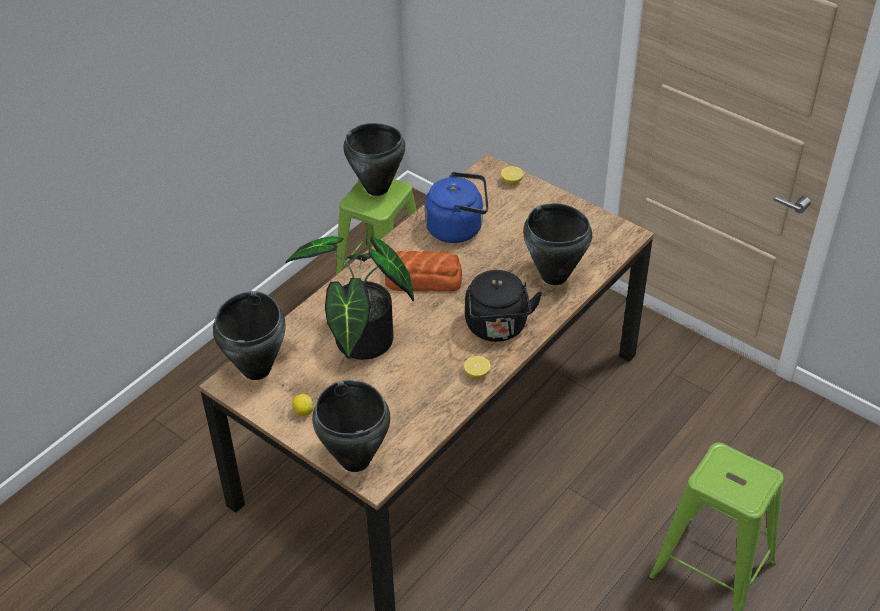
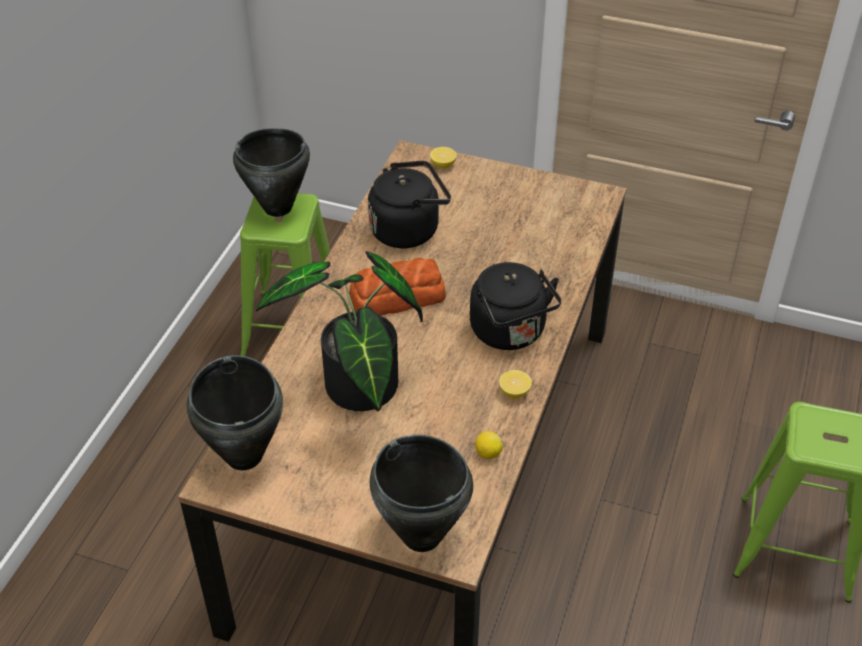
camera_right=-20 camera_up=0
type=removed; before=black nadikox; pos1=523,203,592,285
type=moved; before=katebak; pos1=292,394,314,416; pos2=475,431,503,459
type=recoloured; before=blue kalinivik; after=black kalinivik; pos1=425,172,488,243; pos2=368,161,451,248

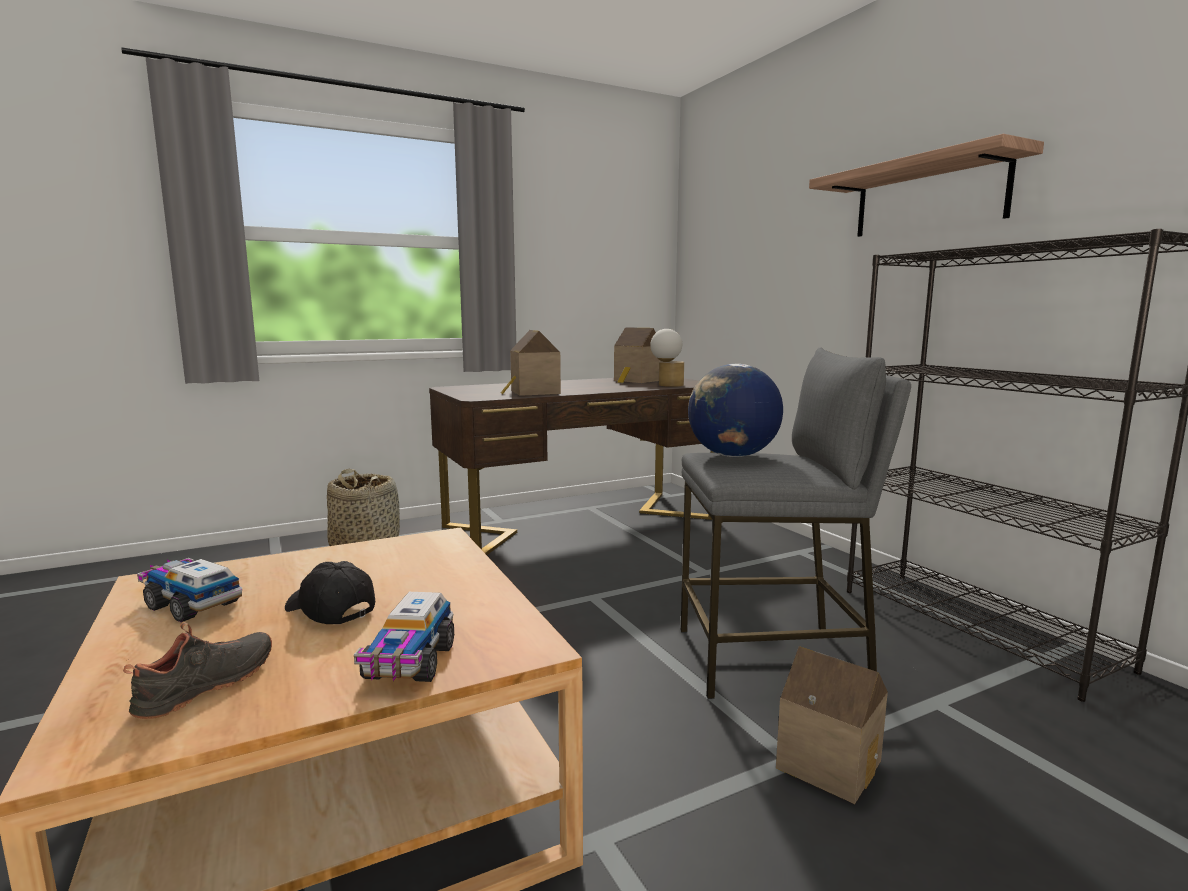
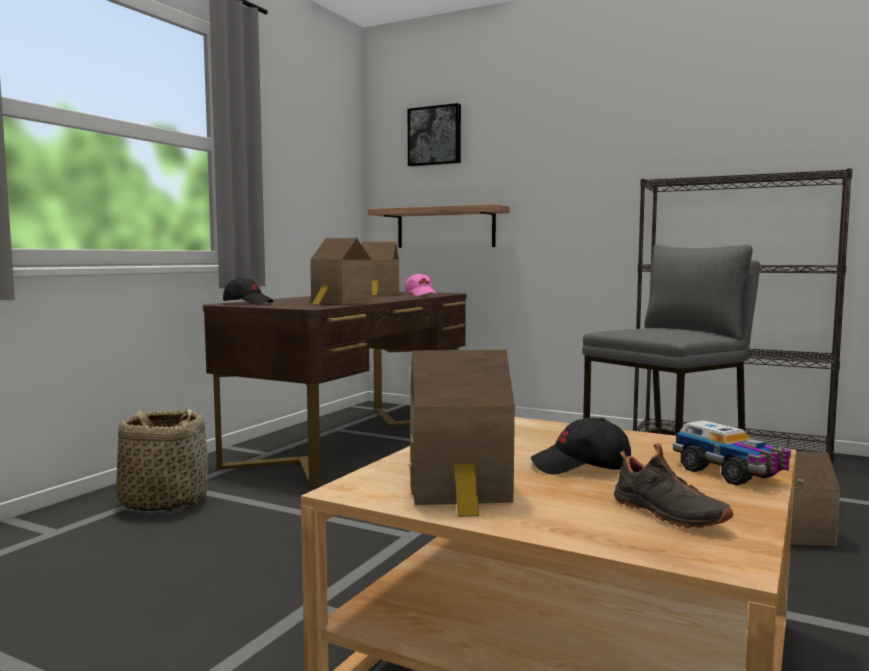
camera_right=-35 camera_up=-5
type=removed; before=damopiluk; pos1=688,364,783,457
type=added; after=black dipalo; pos2=223,277,274,305
type=added; after=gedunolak; pos2=408,103,461,167
type=moved; before=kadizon; pos1=809,134,1044,237; pos2=368,204,510,248
type=replaced; before=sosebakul; after=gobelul; pos1=137,558,242,622; pos2=409,350,515,517
type=replaced; before=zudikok; after=pink dipalo; pos1=650,329,684,387; pos2=405,273,438,296
type=turned; before=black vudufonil; pos1=123,622,272,719; pos2=614,443,733,528; turn=150

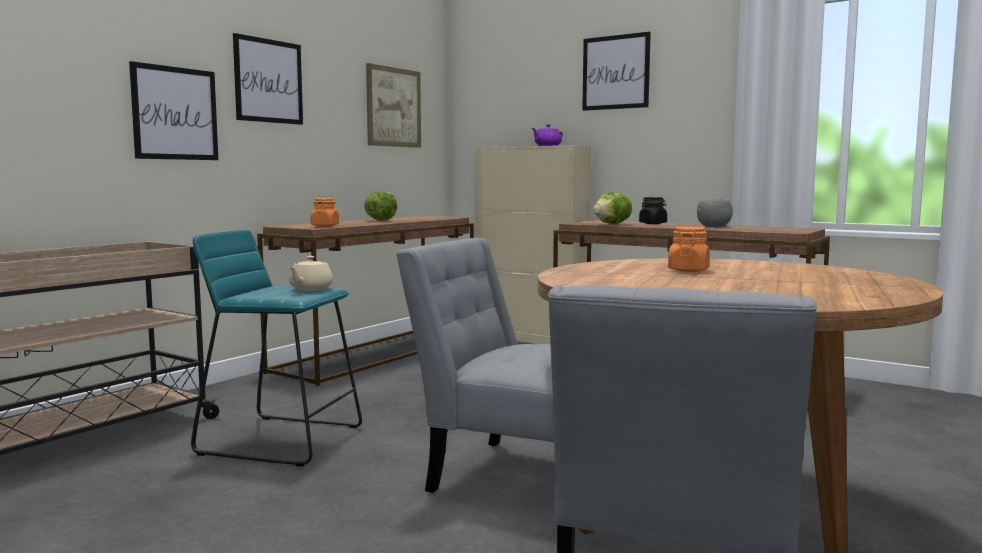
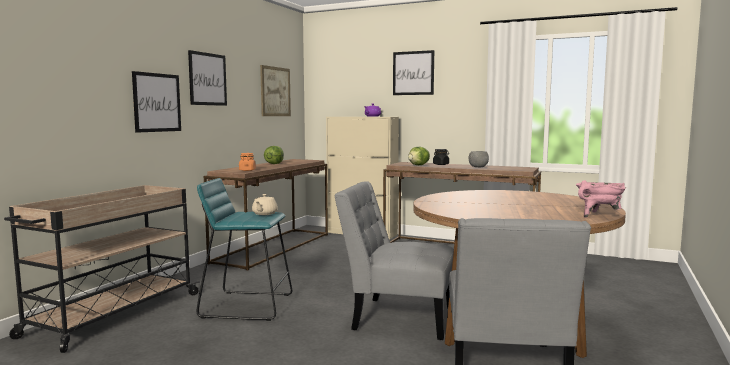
camera_right=-10 camera_up=0
type=removed; before=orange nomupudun; pos1=668,227,710,272
type=added; after=pink nadikox; pos2=576,180,626,218

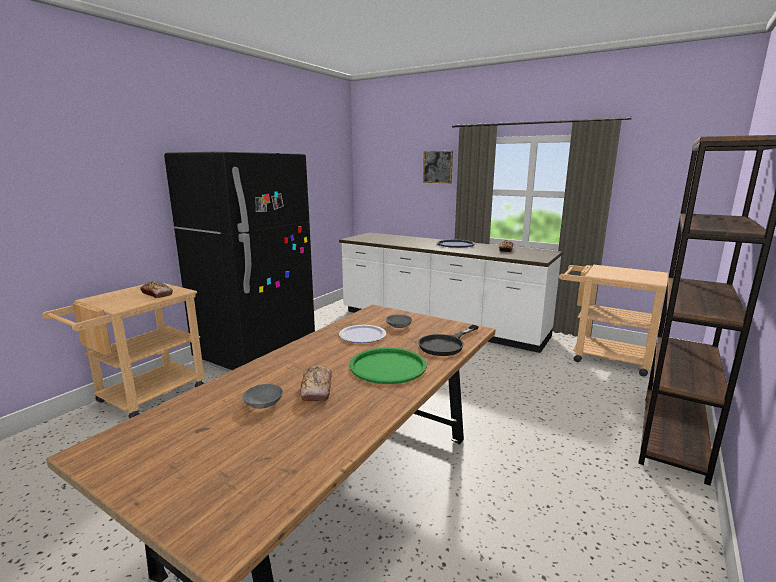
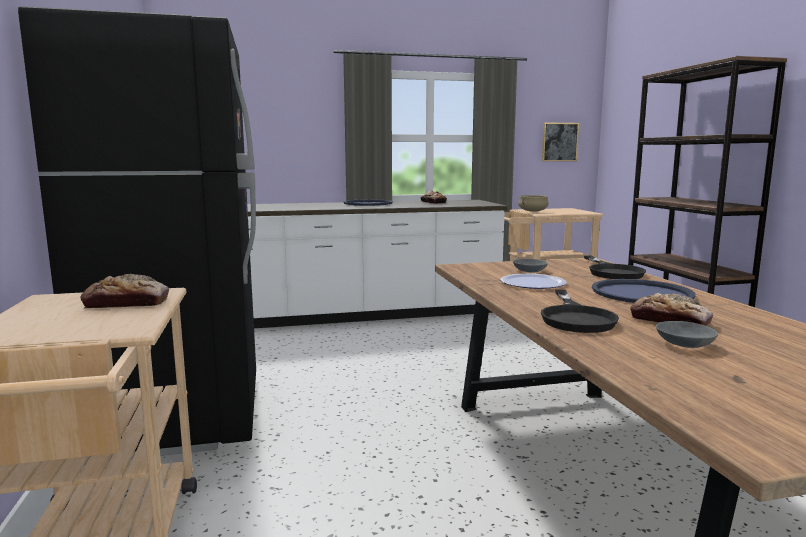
camera_right=-45 camera_up=-5
type=added; after=beige nadikox; pos2=518,195,549,212
type=added; after=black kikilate; pos2=541,289,619,333
type=moved; before=gedunolak; pos1=423,151,453,183; pos2=542,122,579,161
type=recoloured; before=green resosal; after=blue resosal; pos1=349,348,427,384; pos2=592,279,696,303

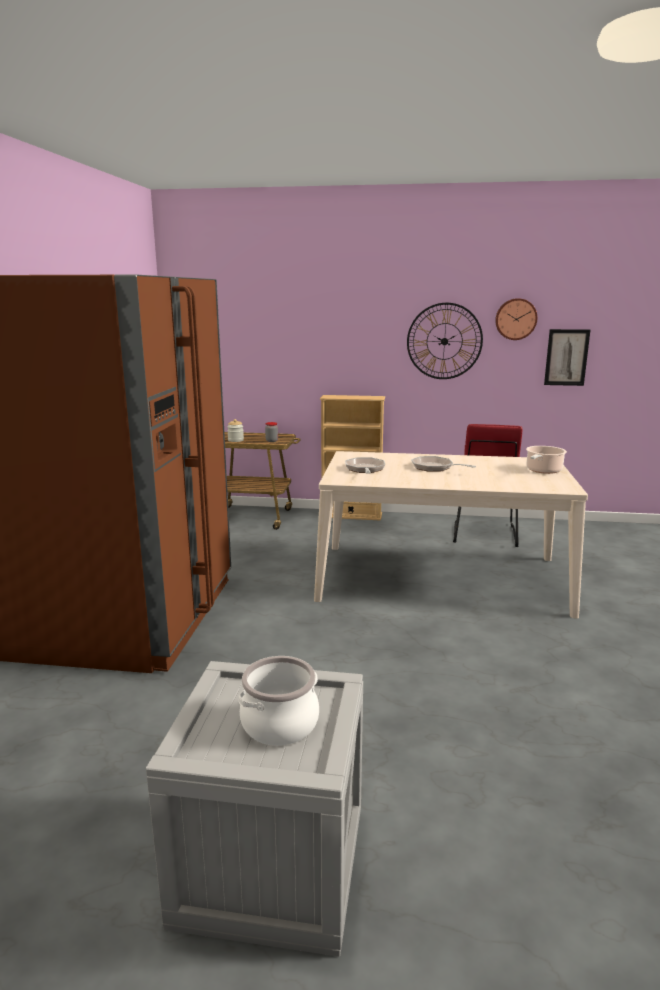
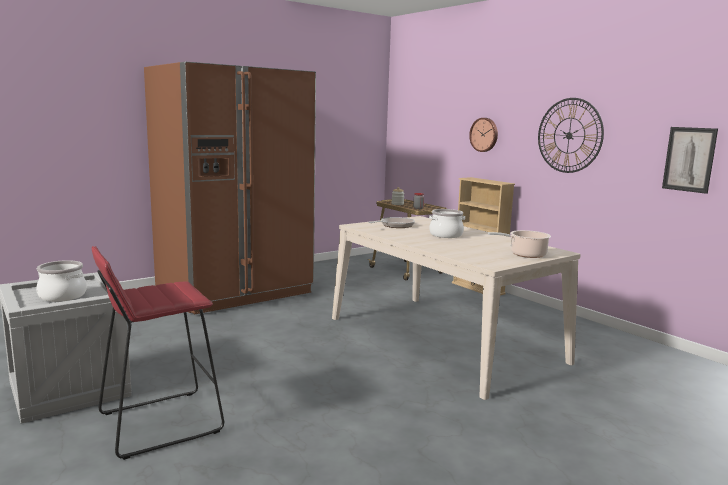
camera_right=45 camera_up=-5
type=moved; before=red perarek; pos1=453,424,522,547; pos2=92,246,224,460
type=moved; before=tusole; pos1=495,298,538,340; pos2=469,118,498,152
type=replaced; before=kikilate; after=nadikox; pos1=411,456,476,472; pos2=429,209,465,238

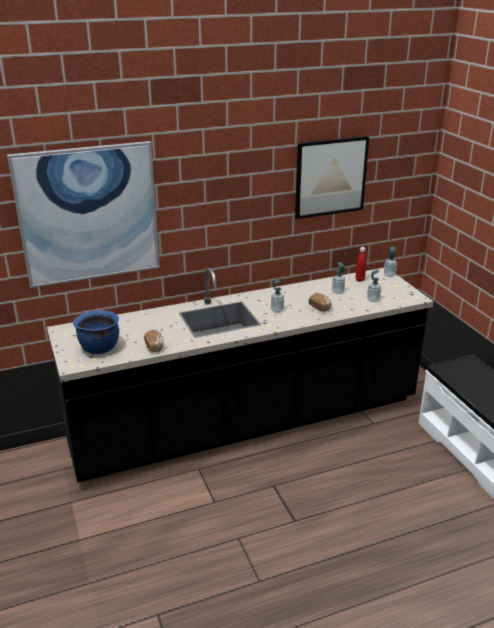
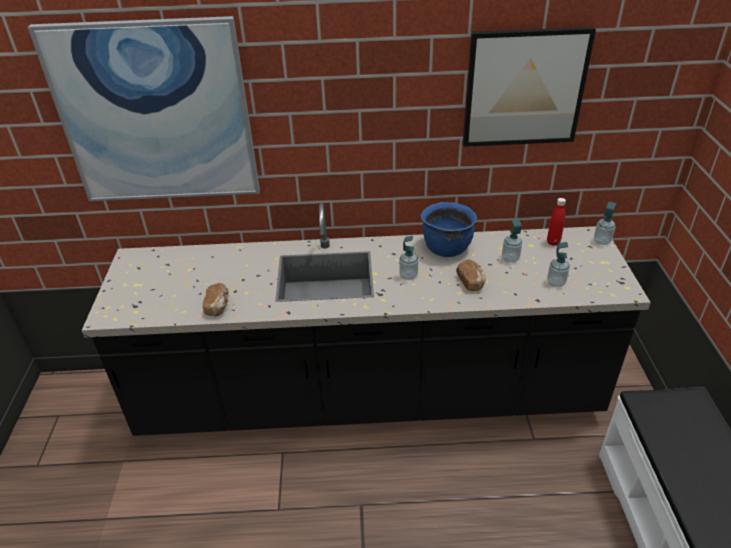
camera_right=20 camera_up=10
type=moved; before=blue nadikox; pos1=73,310,119,354; pos2=421,202,477,257

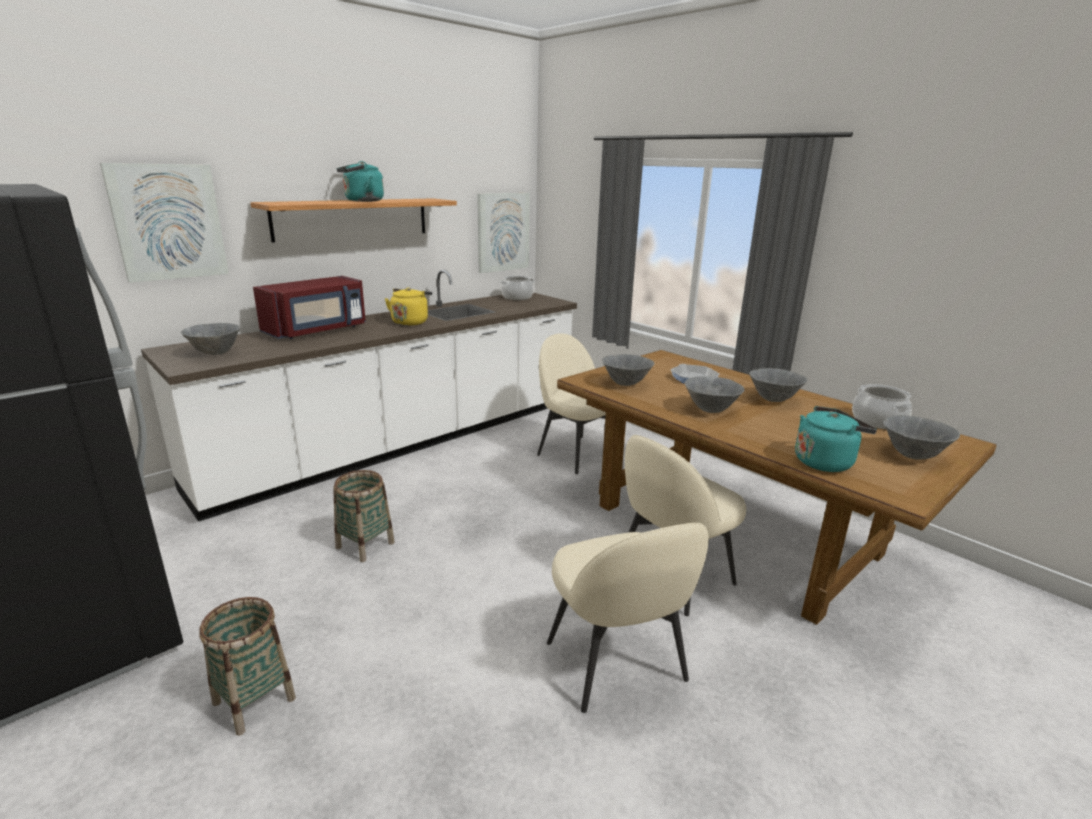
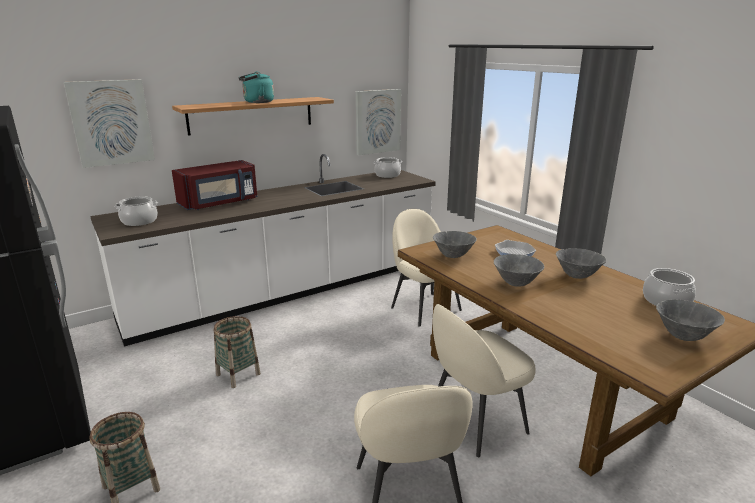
camera_right=10 camera_up=0
type=removed; before=yellow kalinivik; pos1=385,287,432,326
type=removed; before=turquoise kalinivik; pos1=795,406,877,472
type=replaced; before=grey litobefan; after=nadikox; pos1=181,323,240,355; pos2=115,196,158,226

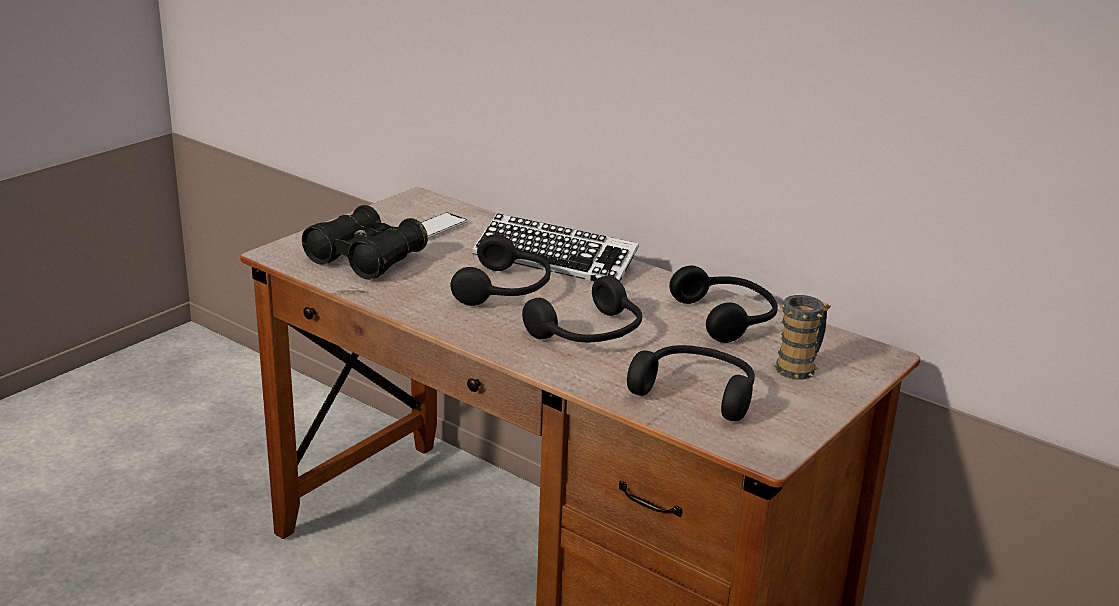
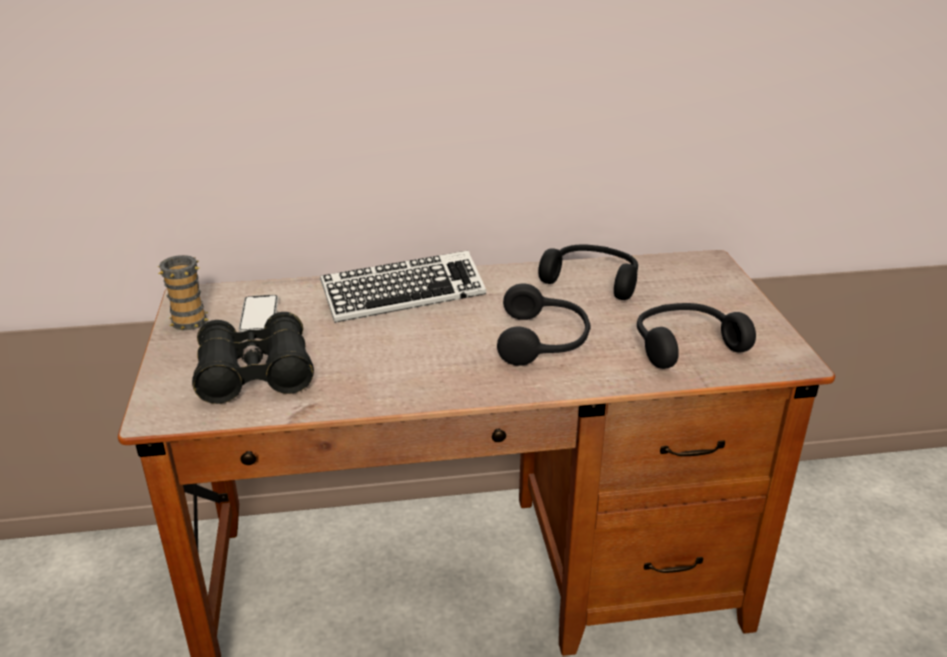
camera_right=-45 camera_up=5
type=removed; before=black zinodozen; pos1=450,234,551,306
type=moved; before=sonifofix; pos1=773,295,831,380; pos2=158,255,209,330

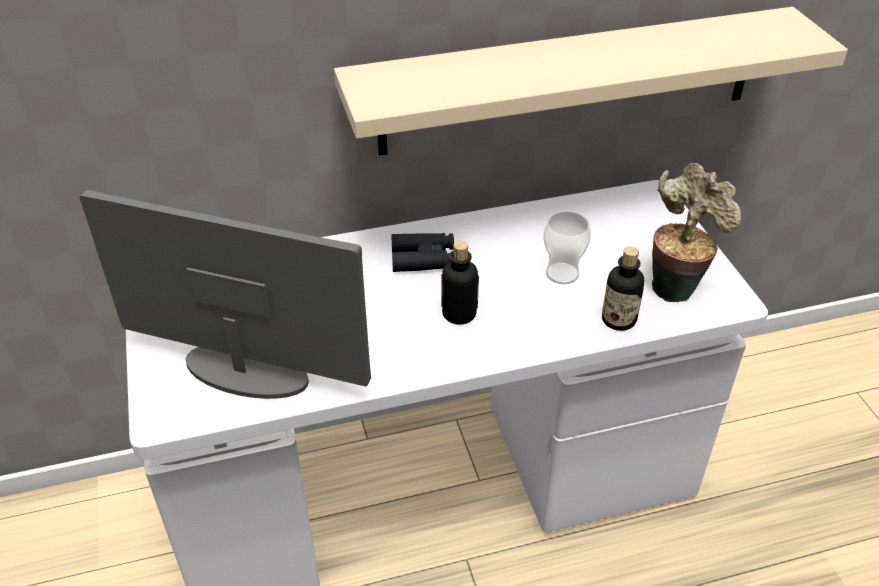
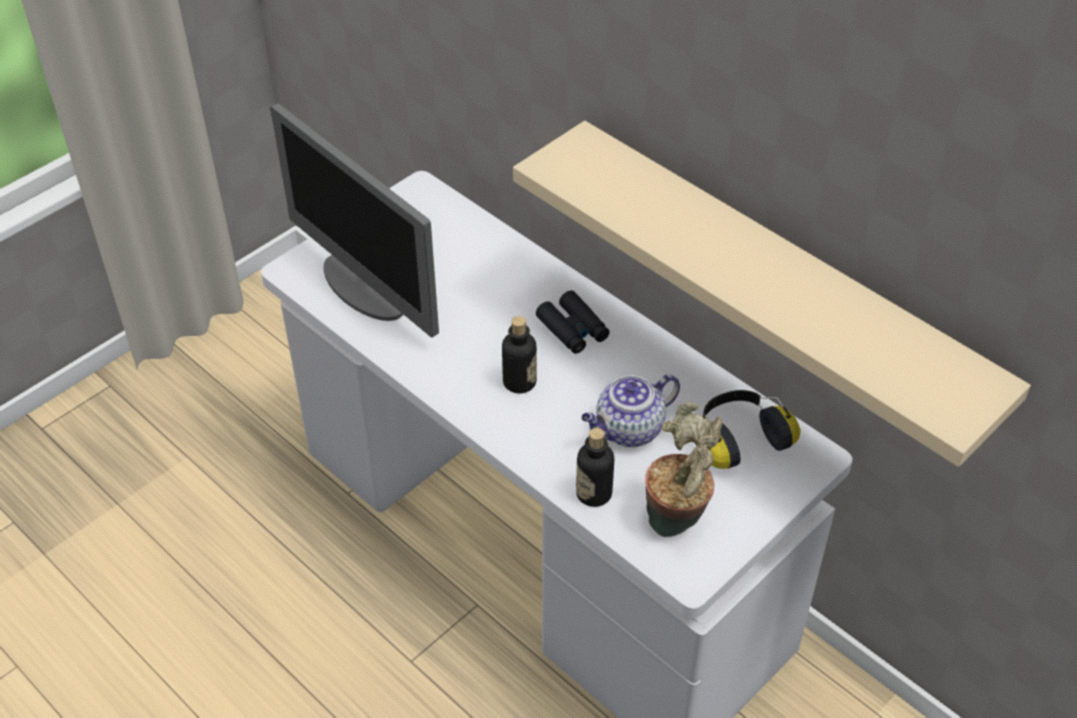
camera_right=60 camera_up=5
type=added; after=zinodozen; pos2=703,390,801,469
type=replaced; before=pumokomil; after=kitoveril; pos1=543,211,591,284; pos2=581,374,680,447
type=turned; before=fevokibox; pos1=80,190,371,399; pos2=270,103,439,338; turn=150

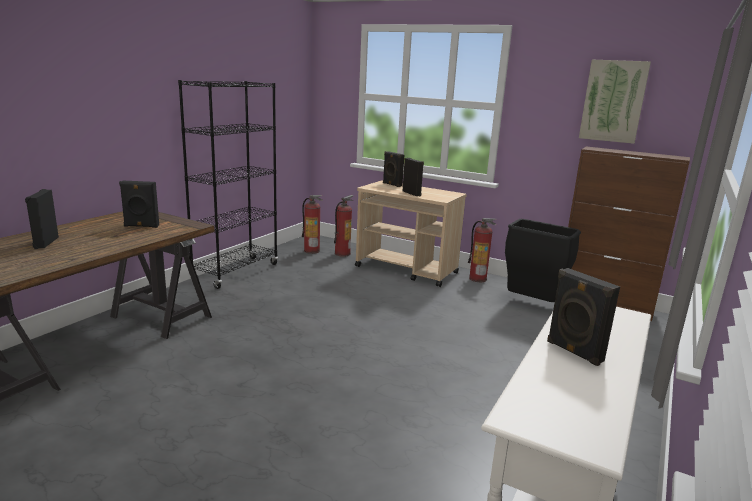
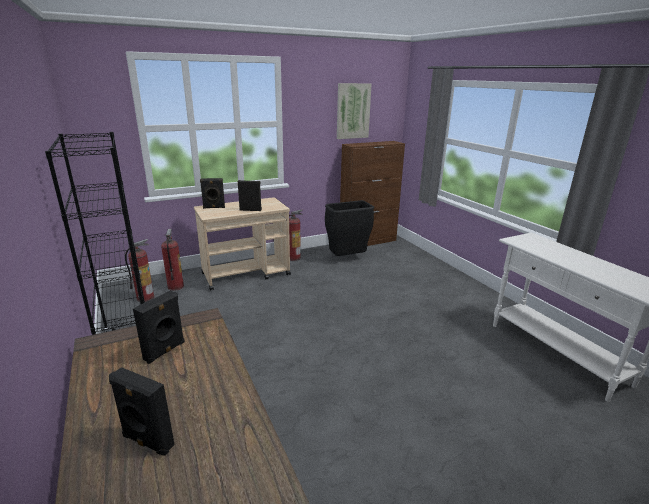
camera_right=-55 camera_up=5
type=removed; before=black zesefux; pos1=547,268,620,366

